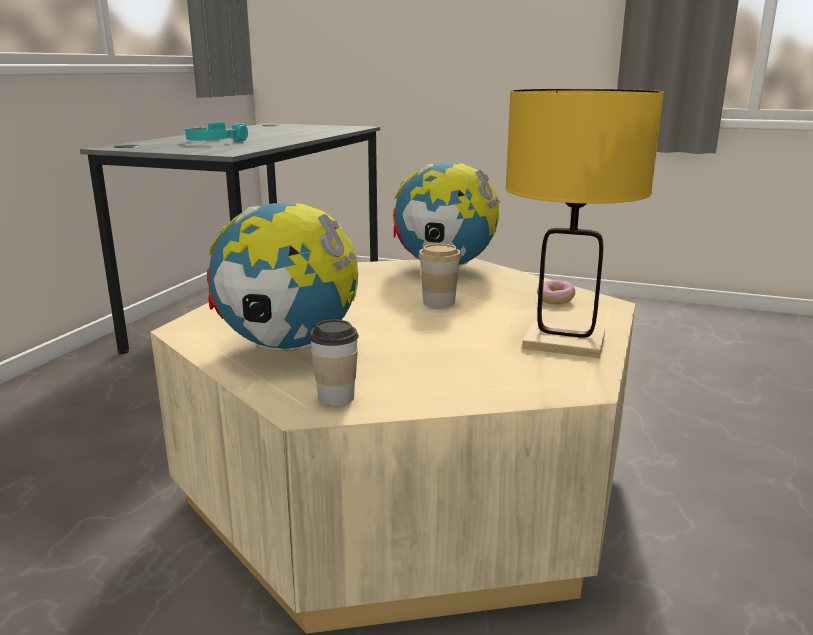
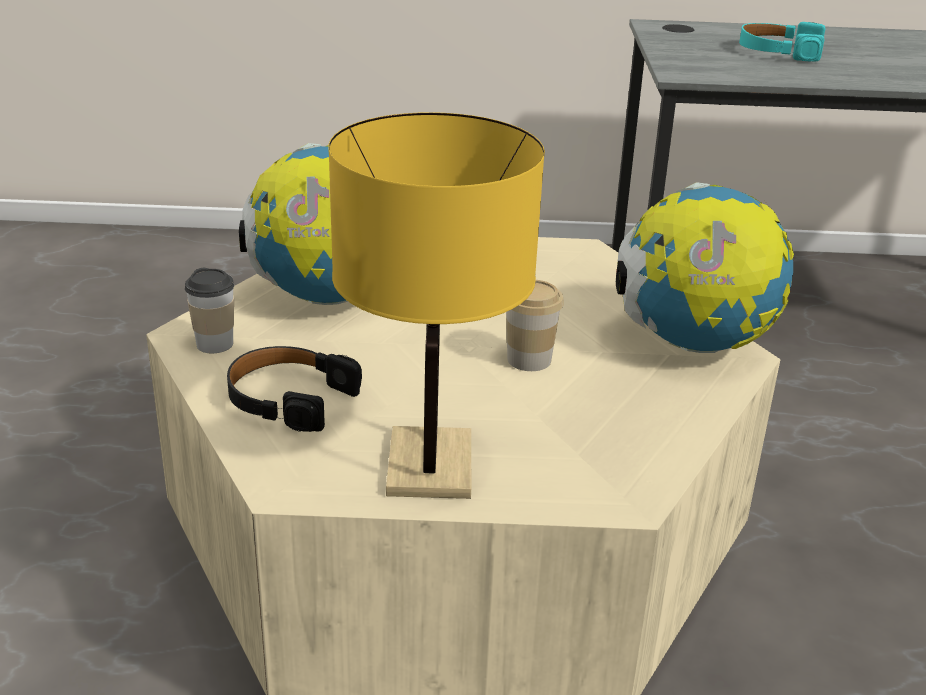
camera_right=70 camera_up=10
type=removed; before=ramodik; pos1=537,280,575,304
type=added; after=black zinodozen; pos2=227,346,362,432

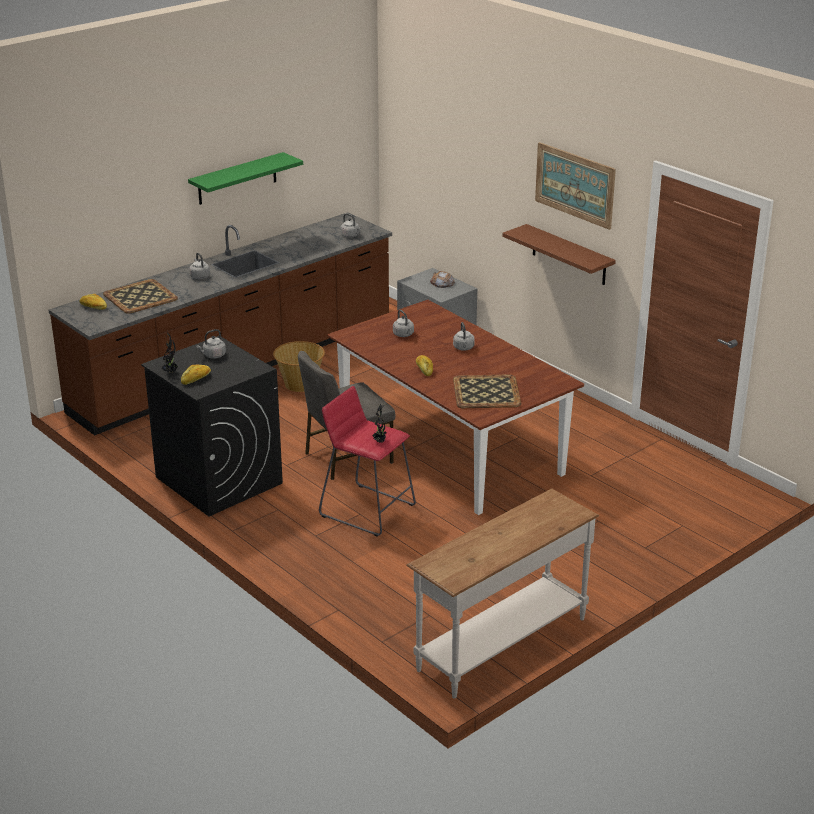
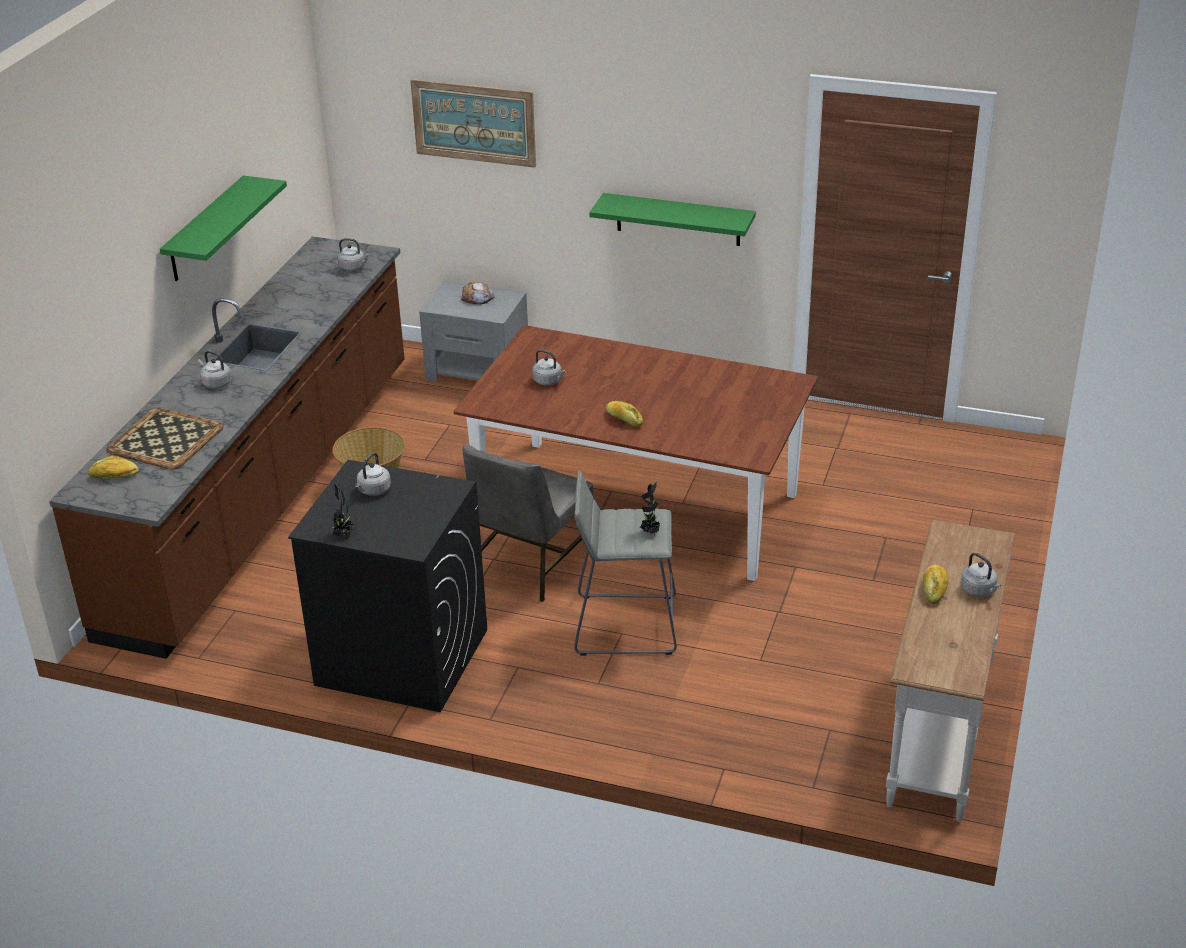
camera_right=-30 camera_up=5
type=removed; before=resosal; pos1=453,374,521,408
type=moved; before=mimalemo; pos1=181,364,211,385; pos2=923,565,949,604
type=moved; before=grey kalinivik; pos1=453,322,475,351; pos2=961,553,1001,597
type=moved; before=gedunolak; pos1=535,142,616,230; pos2=410,79,536,168
type=recoloured; before=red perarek; after=grey perarek; pos1=319,386,416,537; pos2=574,470,677,656
type=recoloured; before=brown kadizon; after=green kadizon; pos1=502,224,616,285; pos2=589,193,756,246

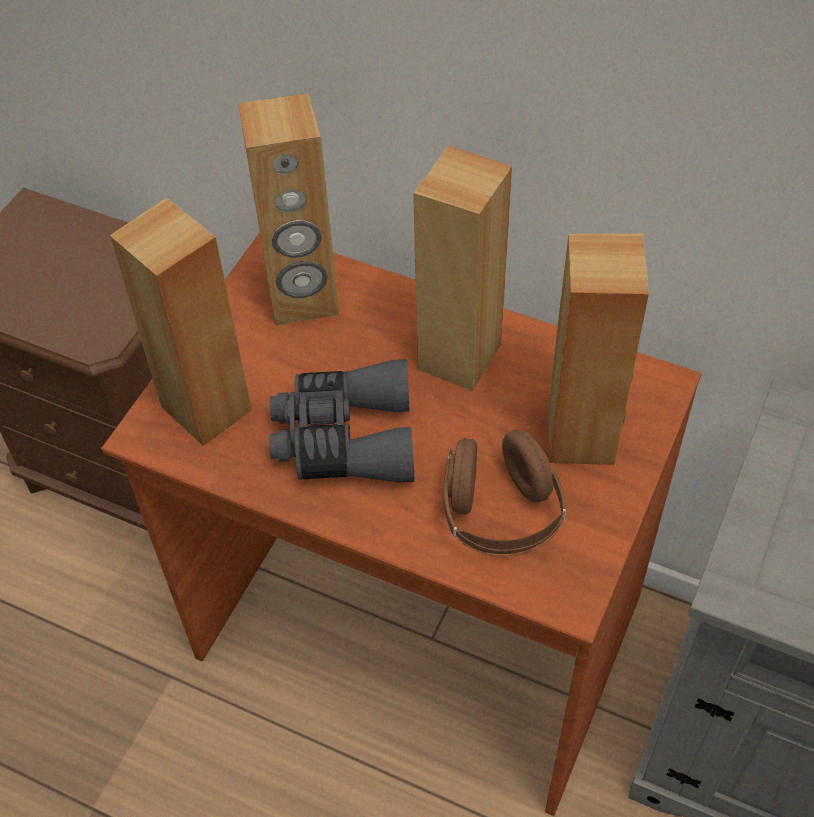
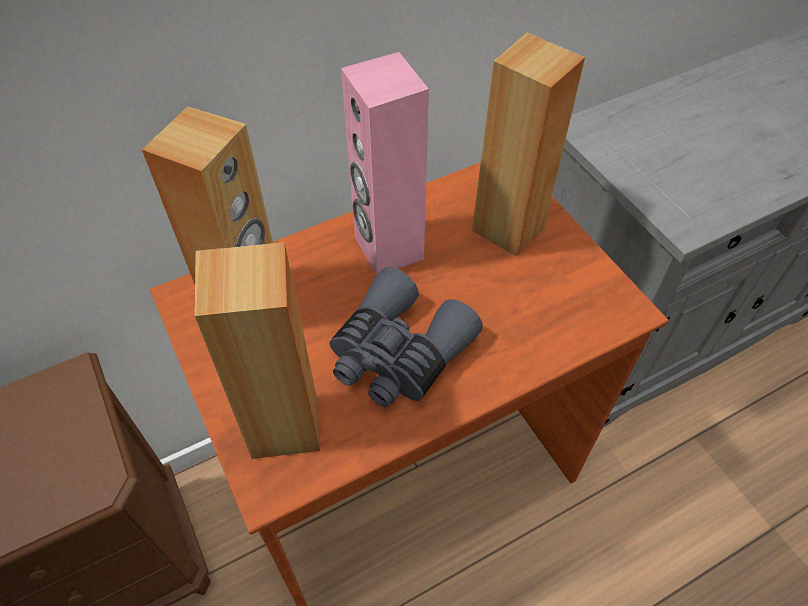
camera_right=-55 camera_up=0
type=removed; before=brown zinodozen; pos1=444,430,566,557
type=recoloured; before=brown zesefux; after=pink zesefux; pos1=413,145,512,391; pos2=341,52,429,275

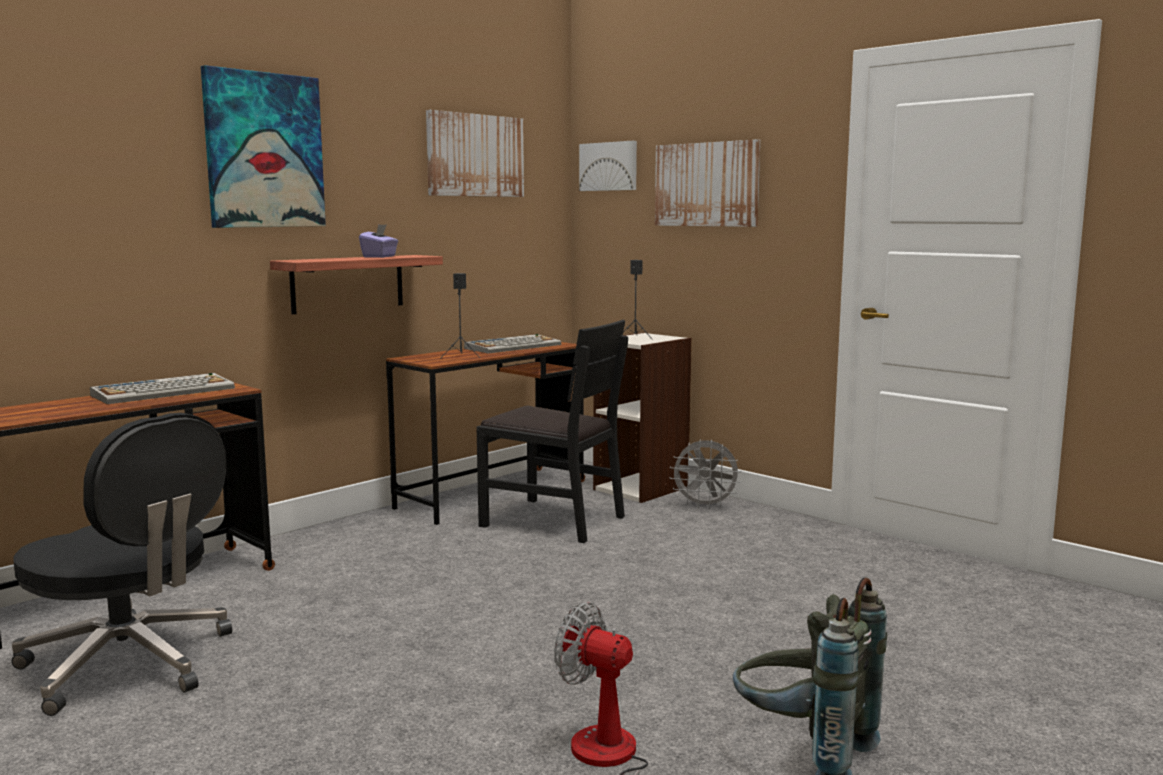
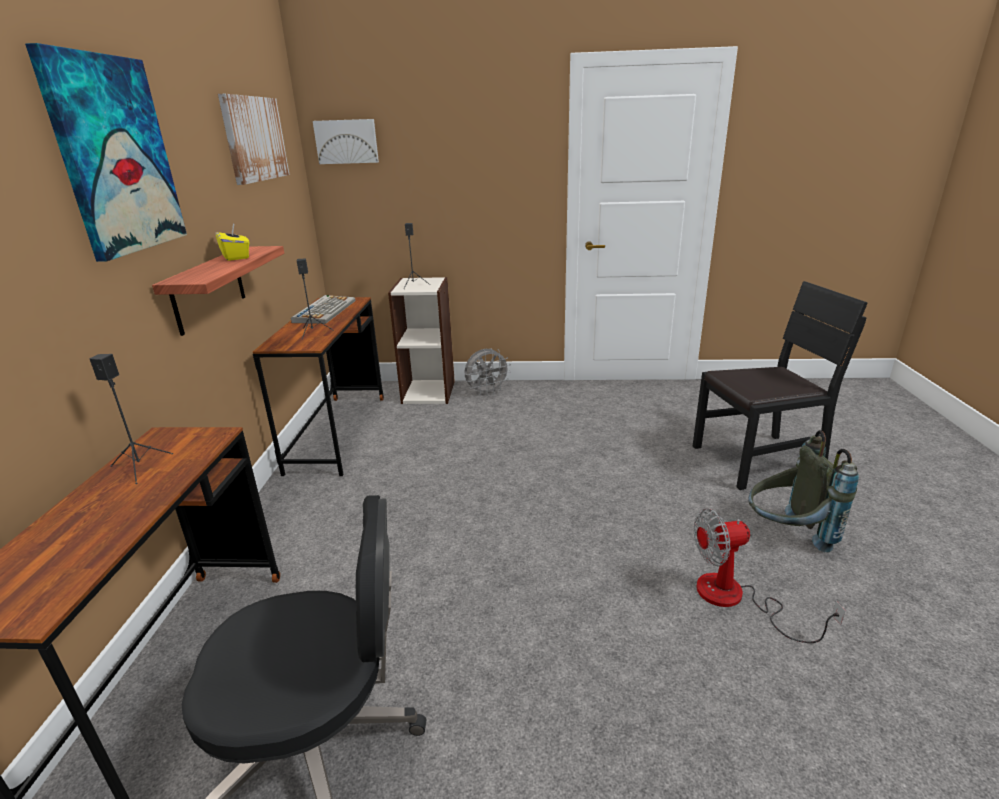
camera_right=-40 camera_up=15
type=removed; before=gedunolak; pos1=655,139,760,227
type=moved; before=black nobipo; pos1=477,320,628,543; pos2=693,281,868,490
type=replaced; before=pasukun; after=black zesefux; pos1=90,373,235,404; pos2=90,354,173,484
type=recoloured; before=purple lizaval; after=yellow lizaval; pos1=359,224,398,258; pos2=216,224,249,261

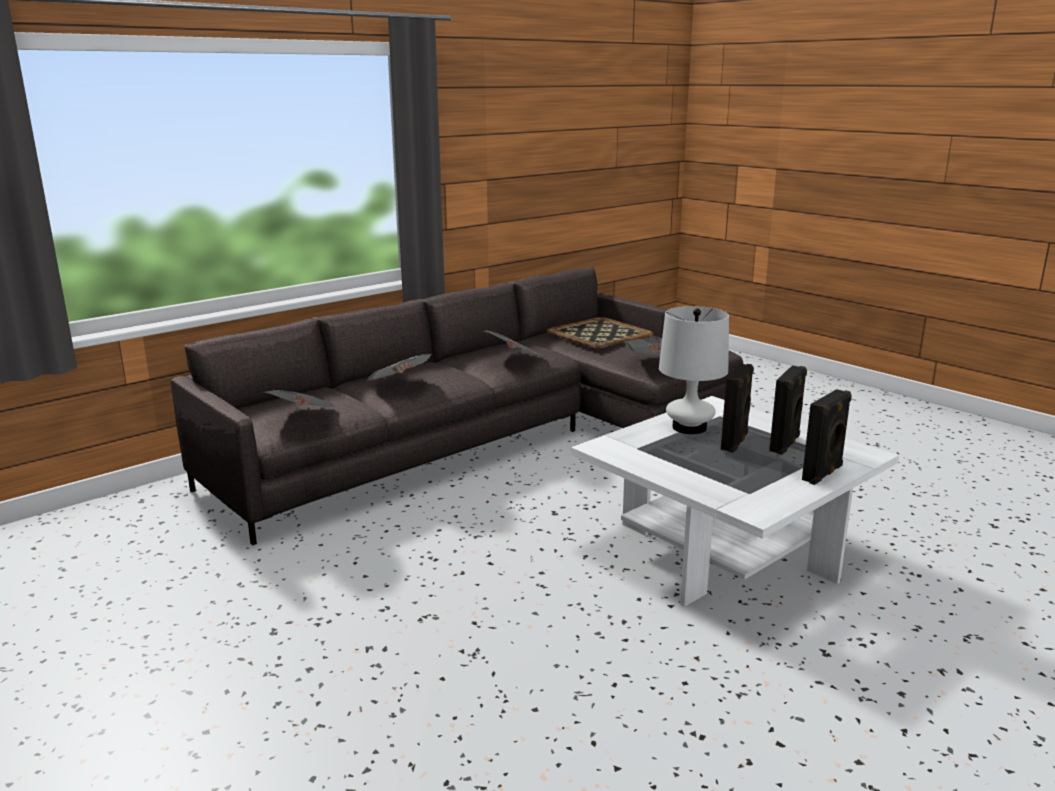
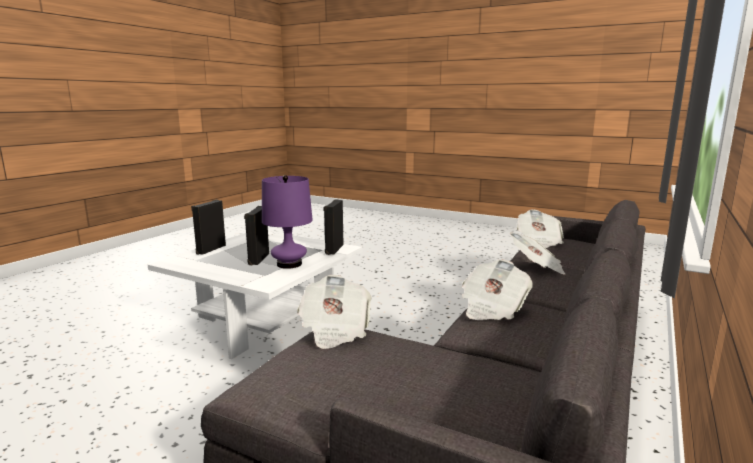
camera_right=160 camera_up=-5
type=removed; before=resosal; pos1=547,317,653,349
type=moved; before=black zesefux; pos1=769,365,807,455; pos2=324,199,344,255
type=recoloured; before=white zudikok; after=purple zudikok; pos1=659,306,729,434; pos2=262,175,313,269

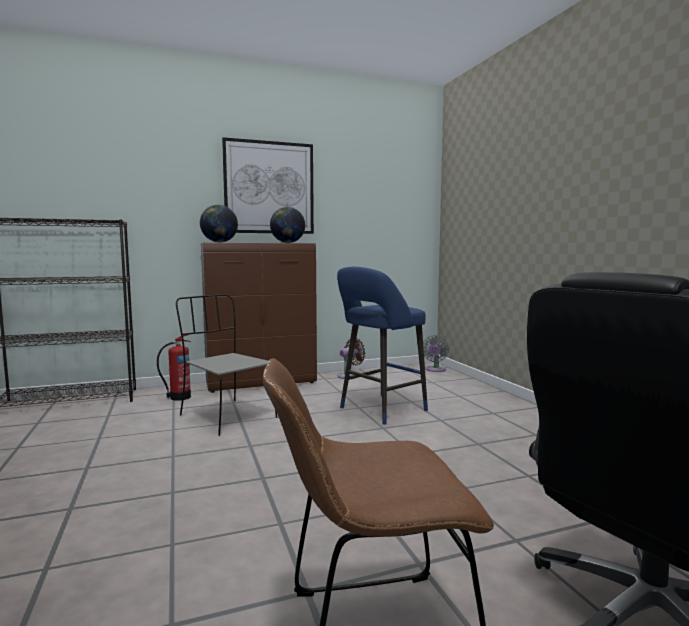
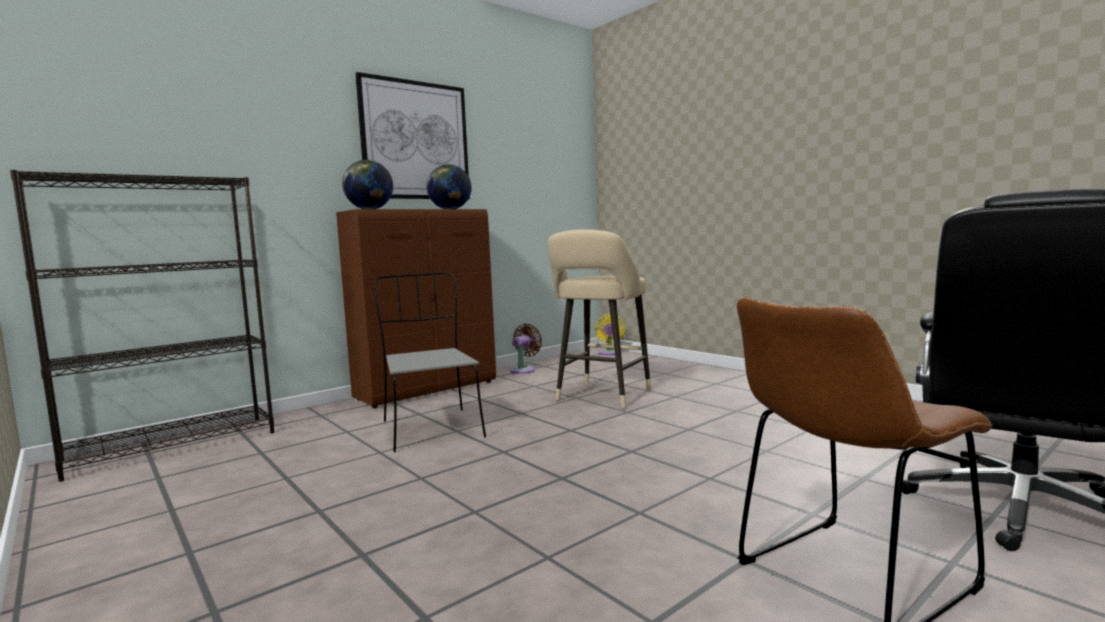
camera_right=-20 camera_up=0
type=removed; before=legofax; pos1=157,334,191,401
type=recoloured; before=blue perarek; after=beige perarek; pos1=337,267,428,424; pos2=548,229,651,409
type=recoloured; before=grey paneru; after=yellow paneru; pos1=423,335,449,372; pos2=594,314,625,356
type=turned; before=grey nobipo; pos1=176,294,277,436; pos2=374,272,486,452; turn=45

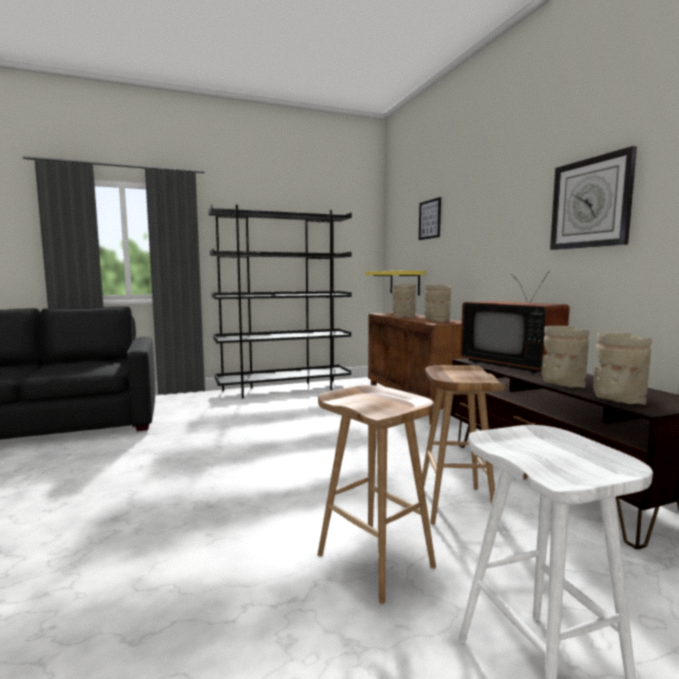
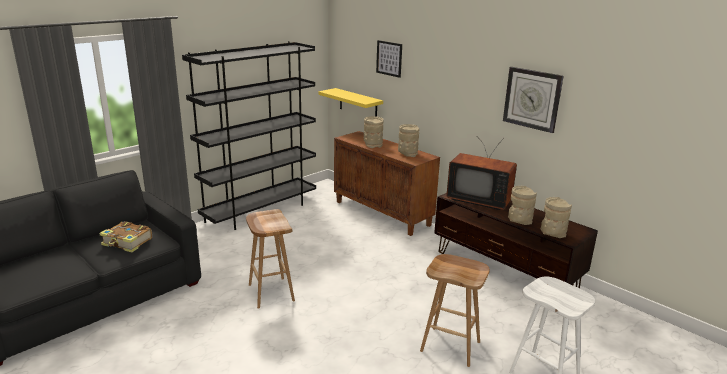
camera_right=-25 camera_up=15
type=added; after=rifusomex; pos2=99,221,152,252
type=moved; before=brown perarek; pos1=422,365,505,525; pos2=246,209,295,309

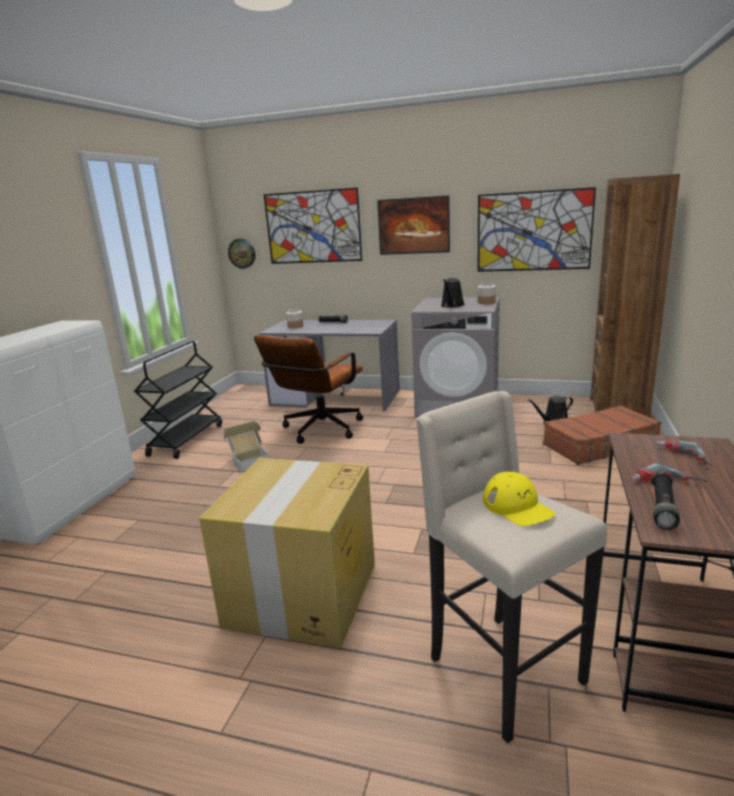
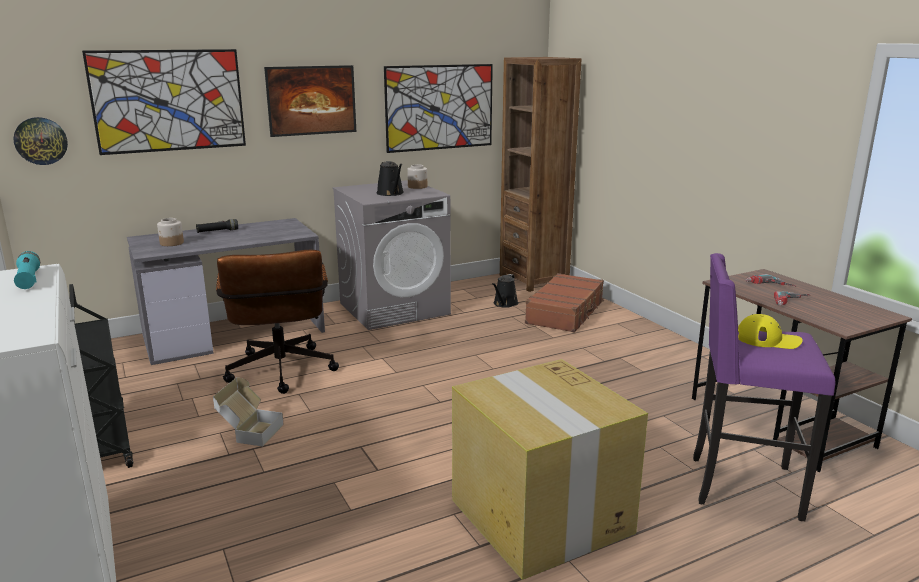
camera_right=-45 camera_up=0
type=removed; before=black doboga; pos1=652,474,680,530
type=added; after=turquoise doboga; pos2=14,251,40,289
type=recoloured; before=beige perarek; after=purple perarek; pos1=416,391,607,744; pos2=693,253,835,521

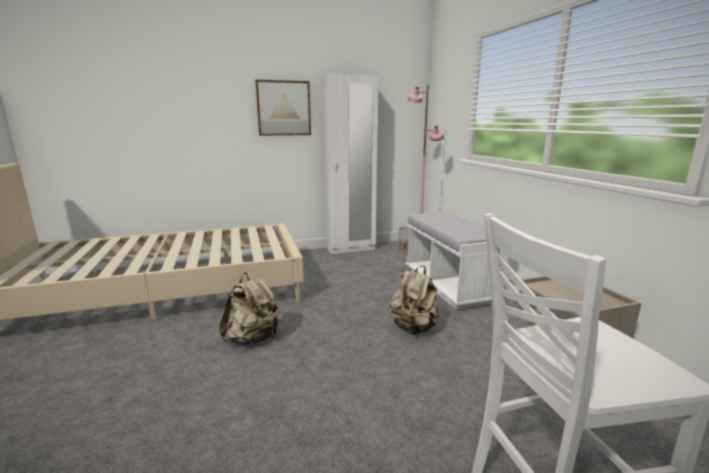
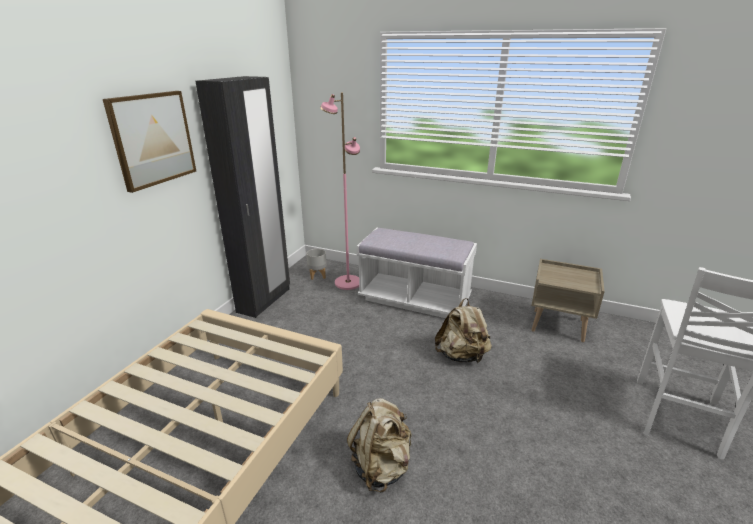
camera_right=-50 camera_up=10
type=recoloured; before=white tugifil; after=black tugifil; pos1=323,74,378,254; pos2=195,76,290,318

